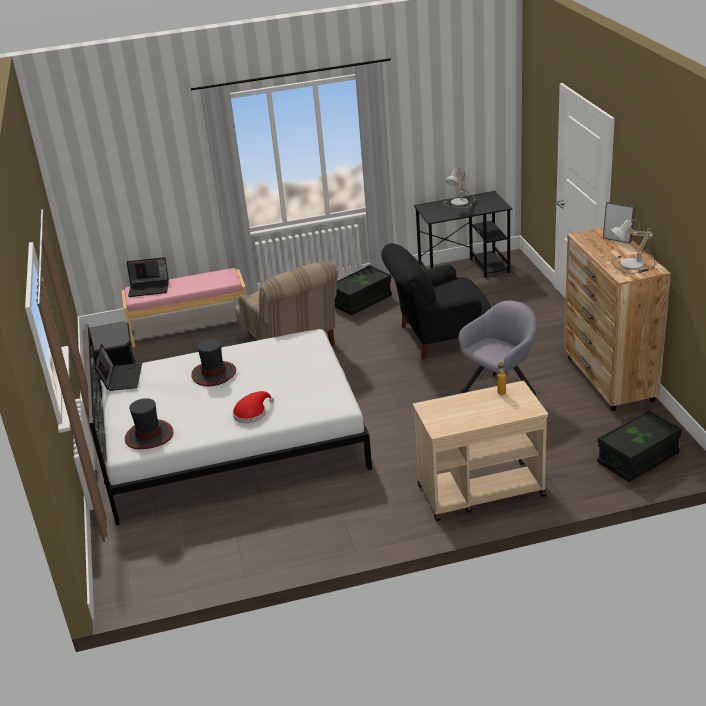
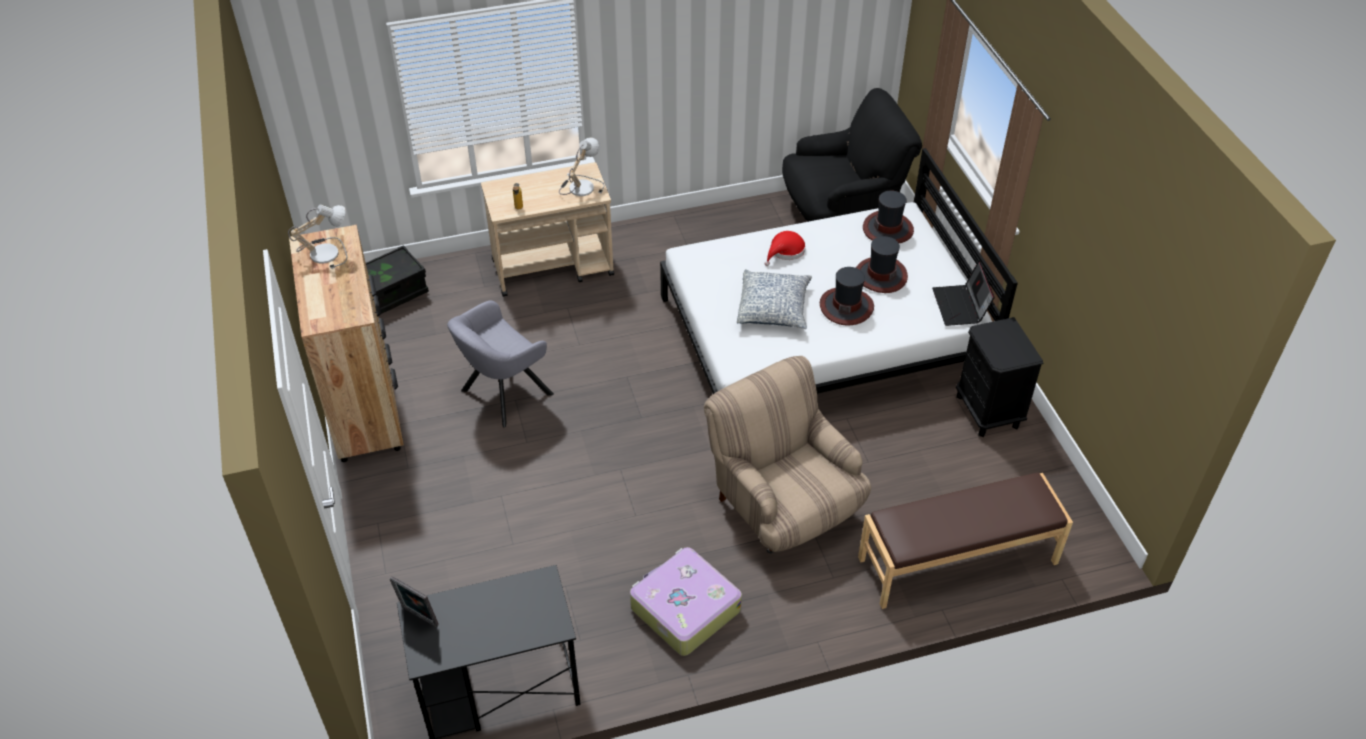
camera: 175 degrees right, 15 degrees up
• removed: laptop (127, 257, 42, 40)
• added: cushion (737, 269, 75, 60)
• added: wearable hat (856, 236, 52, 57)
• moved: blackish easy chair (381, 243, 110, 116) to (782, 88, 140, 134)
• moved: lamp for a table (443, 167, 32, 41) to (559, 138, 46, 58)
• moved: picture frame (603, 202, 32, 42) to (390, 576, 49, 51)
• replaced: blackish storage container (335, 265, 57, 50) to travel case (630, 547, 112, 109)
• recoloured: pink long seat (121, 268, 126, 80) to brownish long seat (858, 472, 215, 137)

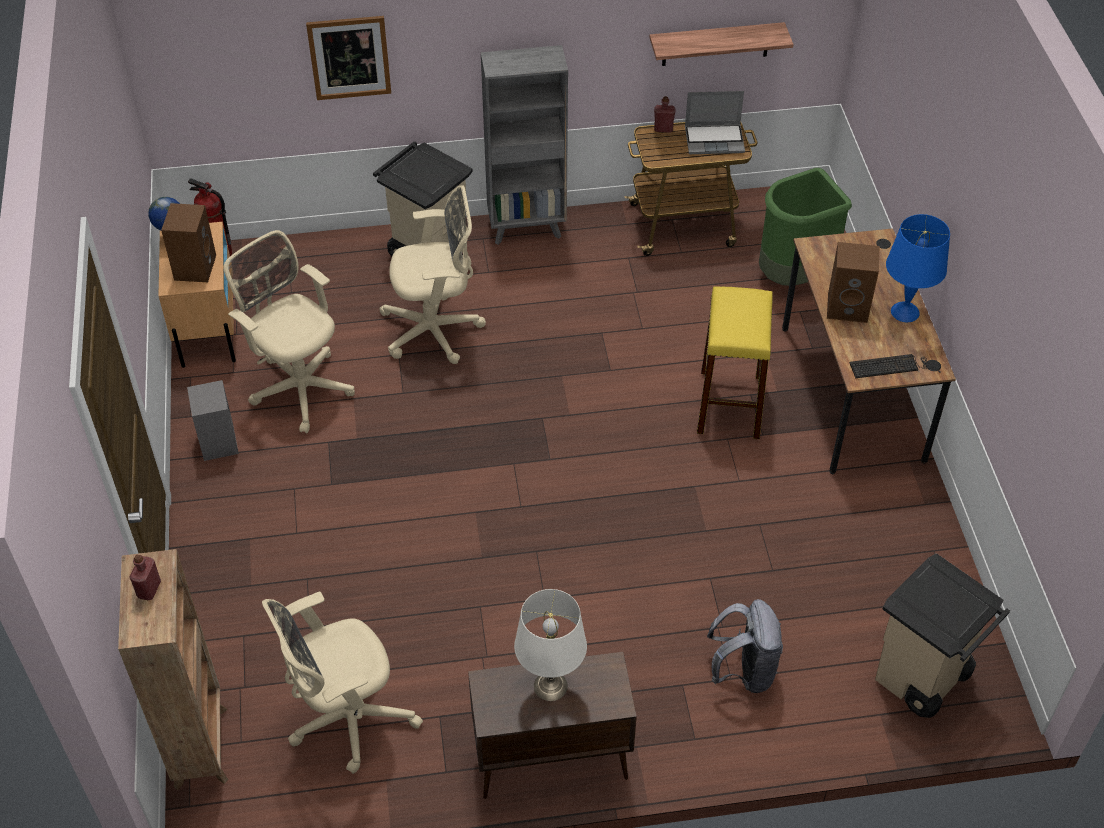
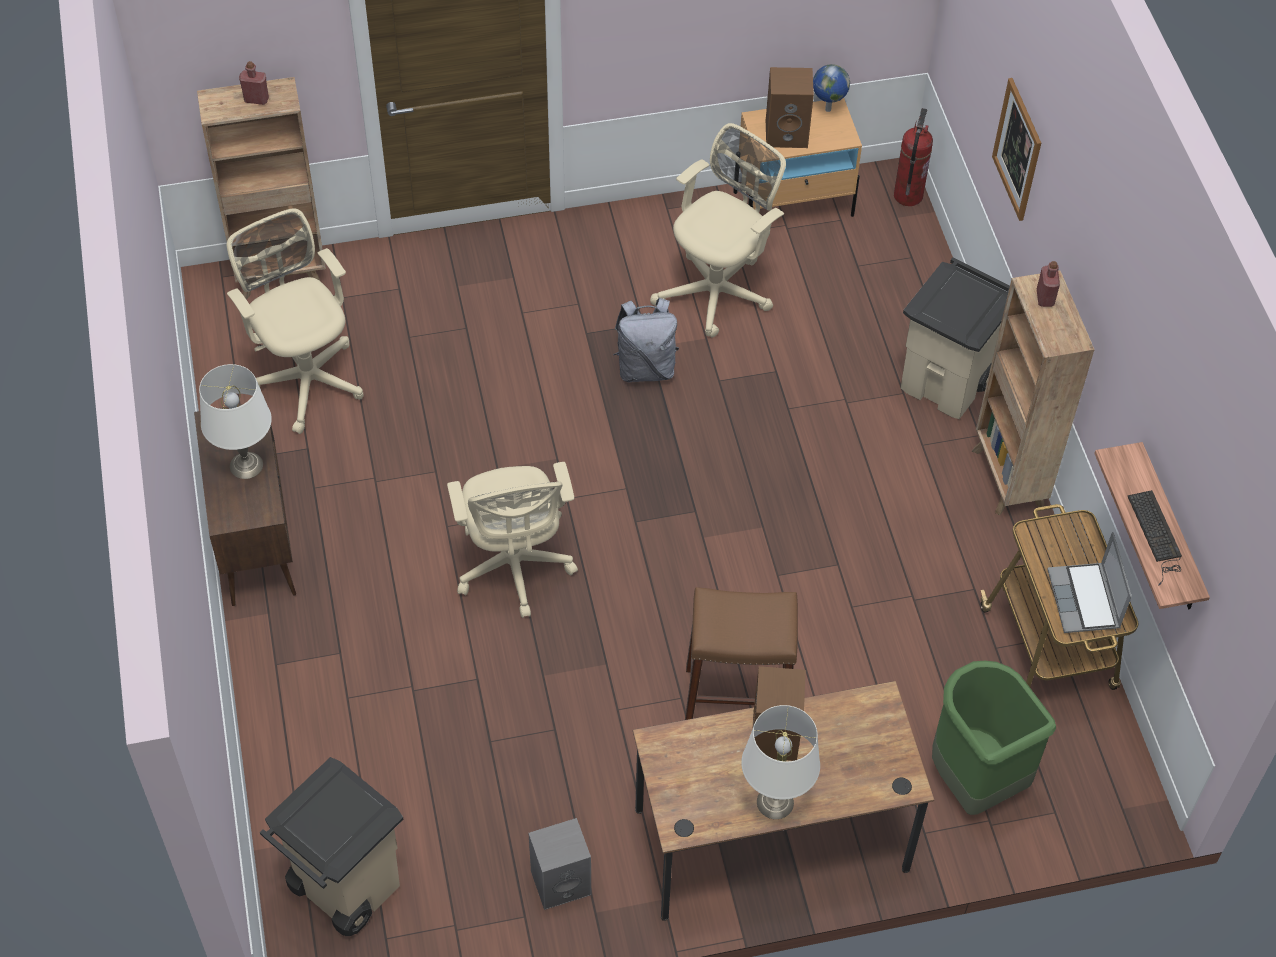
camera: 85 degrees right, 5 degrees up
• moved: grey speaker (187, 380, 52, 81) to (528, 818, 63, 92)
• moved: beige-coloured office chair (379, 185, 107, 179) to (447, 462, 131, 156)
• moved: reddish beverage bottle (654, 96, 22, 37) to (1037, 261, 23, 46)
• moved: grey backpack (707, 599, 76, 94) to (613, 298, 66, 84)
• moved: PC keyboard (850, 354, 91, 24) to (1128, 490, 54, 95)
• recoloured: grey bookshelf (481, 45, 87, 200) to brownish bookshelf (972, 270, 123, 245)
• recoloured: yellow-coloured stool (697, 286, 76, 153) to brownish stool (685, 587, 113, 133)
• recoloured: blue lamp for a table (886, 214, 64, 108) to whitish lamp for a table (741, 705, 79, 114)

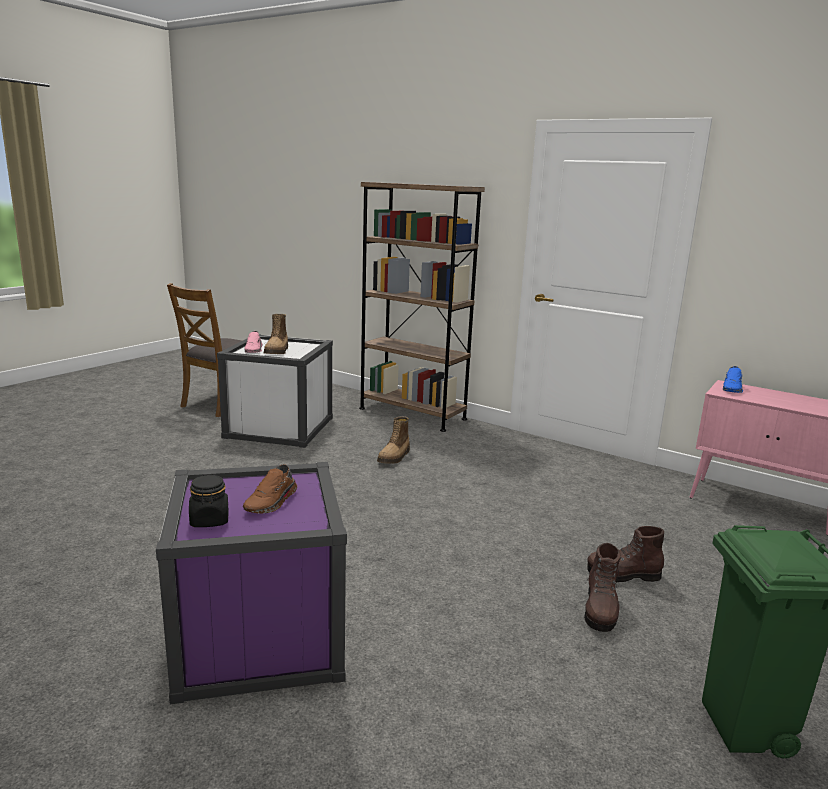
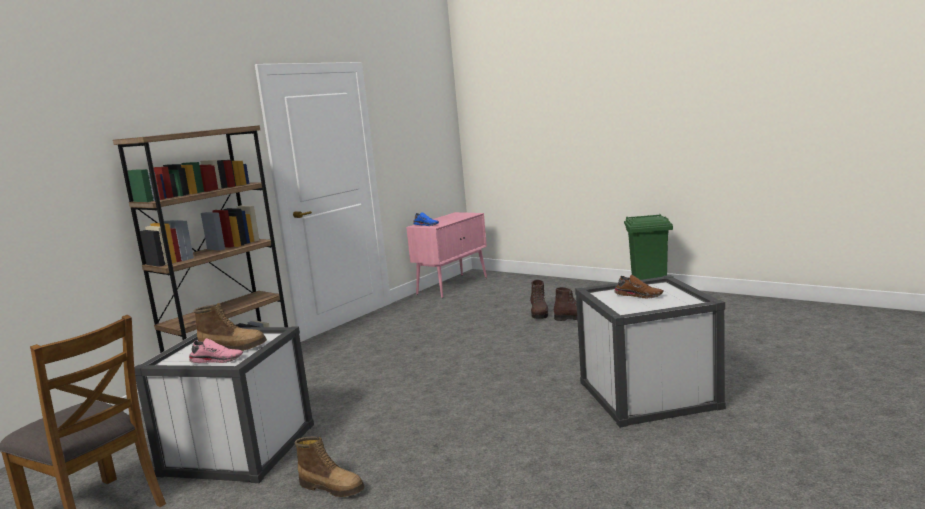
camera: 85 degrees left, 5 degrees down
• removed: blackish jar (189, 474, 39, 53)
• moved: high-top boot (377, 416, 33, 48) to (295, 436, 70, 61)
• recoloured: purple storage container (156, 462, 191, 242) to whitish storage container (575, 275, 151, 153)

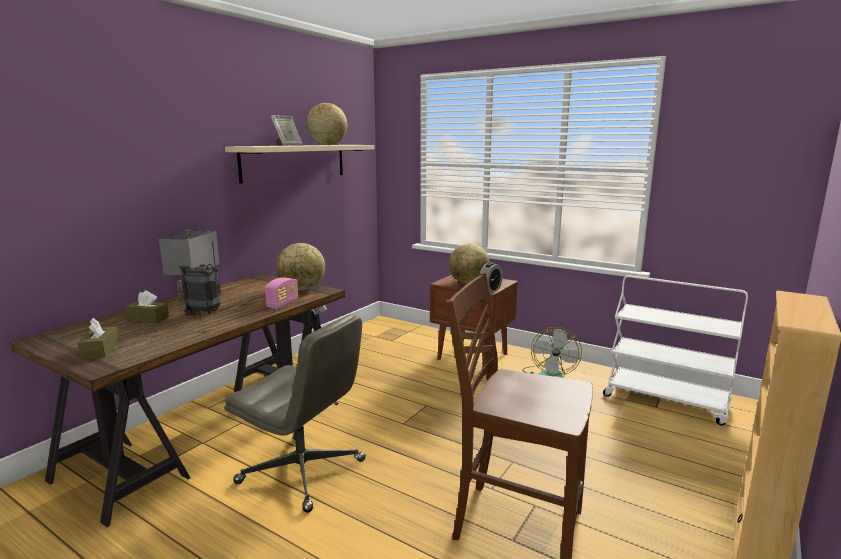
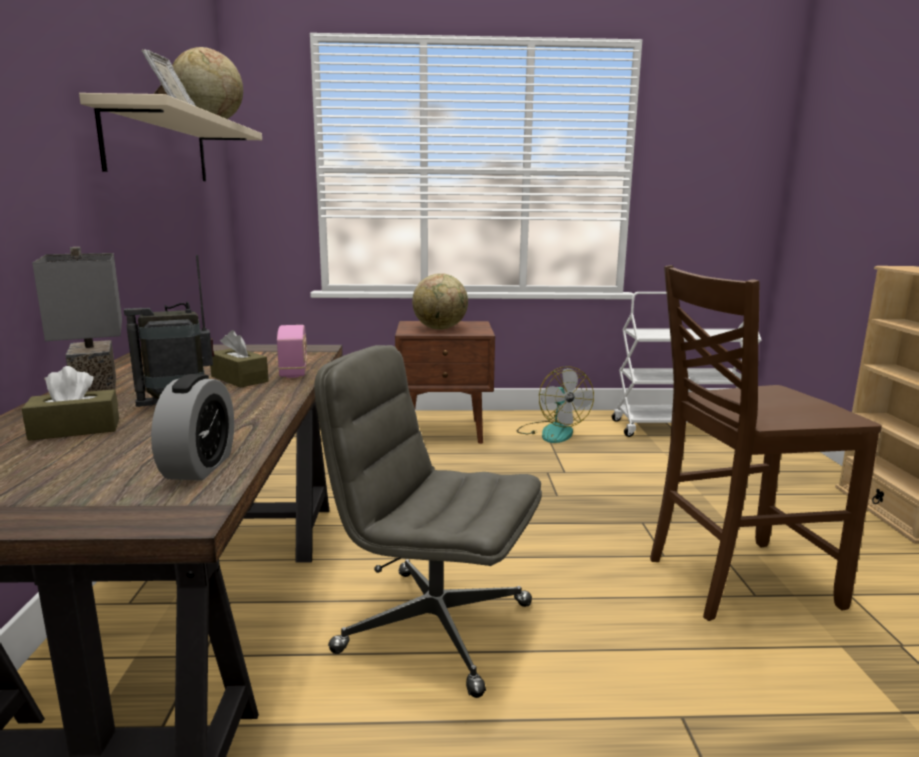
camera: 35 degrees left, 0 degrees up
• removed: desk globe (276, 243, 49, 48)
• moved: brownish tissue holder (78, 318, 41, 42) to (210, 330, 59, 58)
• moved: table clock (479, 262, 24, 31) to (151, 374, 83, 107)
• turned: grey office chair (224, 314, 142, 199) = (314, 345, 228, 353) 150 degrees counterclockwise

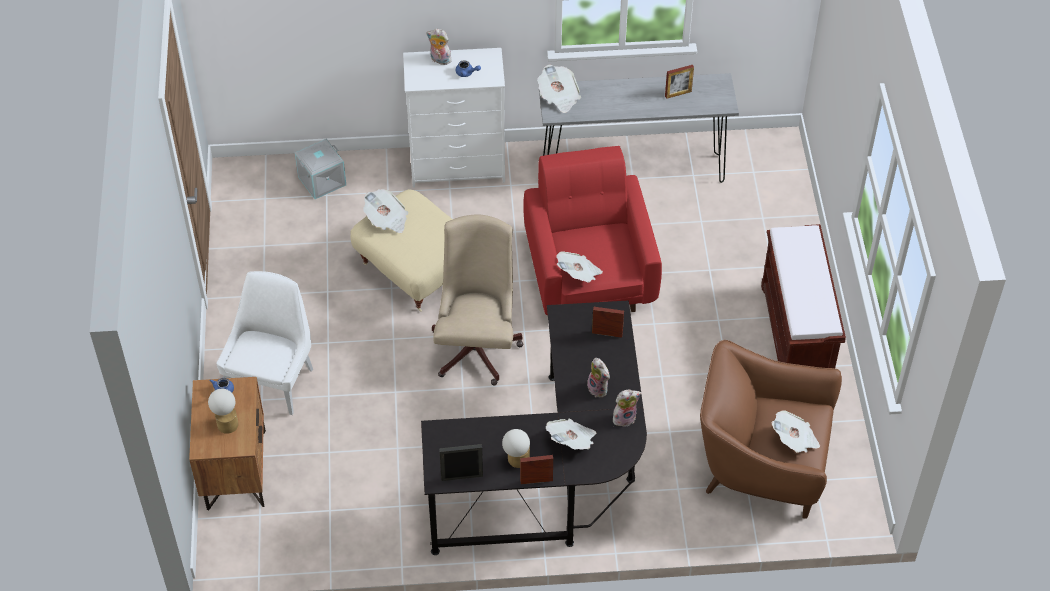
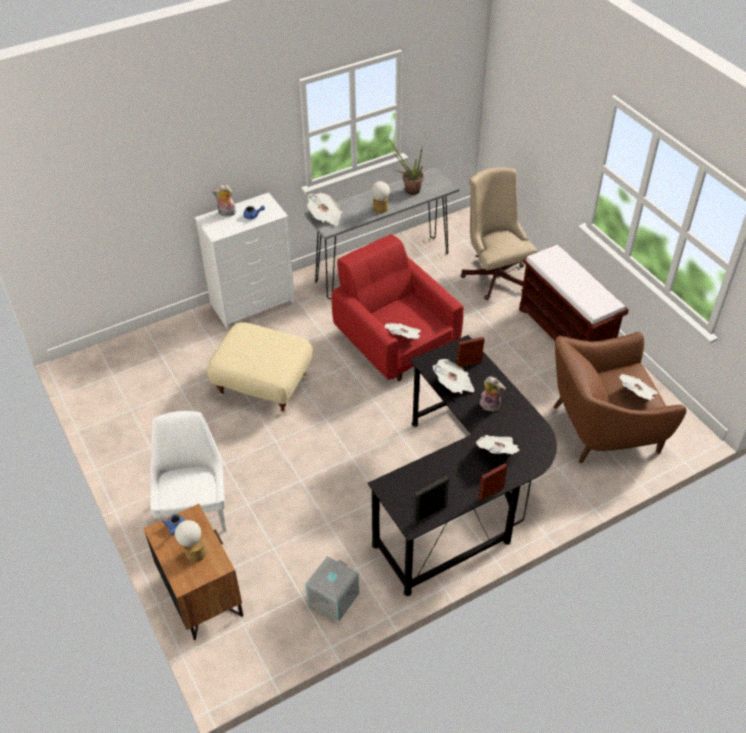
camera: 25 degrees left, 5 degrees down
• removed: plush toy (613, 390, 28, 37)
• moved: grey storage container (295, 139, 51, 60) to (305, 556, 54, 66)
• moved: printed paper (363, 189, 45, 44) to (433, 359, 42, 35)
• moved: beige-coloured office chair (432, 215, 91, 170) to (461, 167, 77, 133)
• moved: lamp for a table (502, 429, 28, 39) to (371, 181, 19, 32)
• replaced: picture frame (665, 65, 29, 34) to potted plant (389, 139, 35, 56)

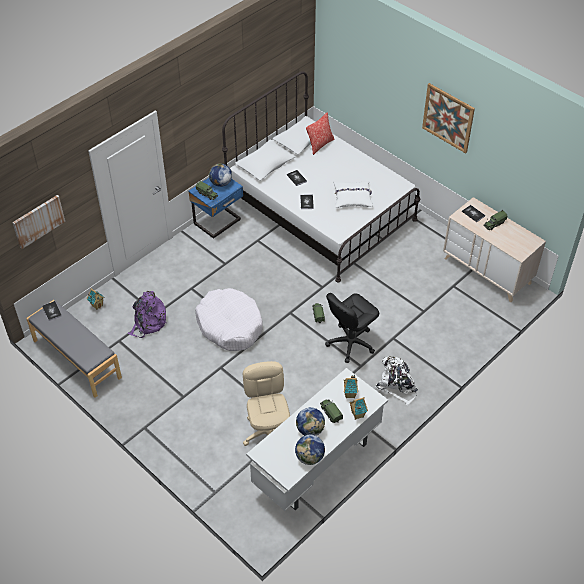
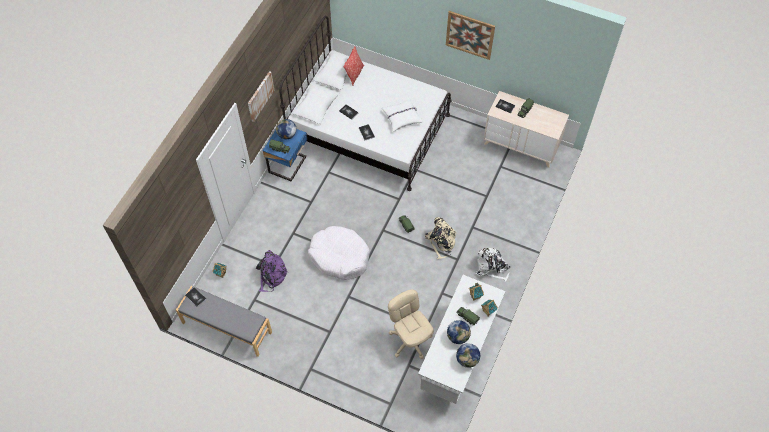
camera: 20 degrees left, 10 degrees up
• moved: wall picture (12, 195, 53, 54) to (248, 71, 27, 51)
• replaced: blackish office chair (325, 293, 54, 70) to beige-coloured backpack (425, 217, 31, 42)

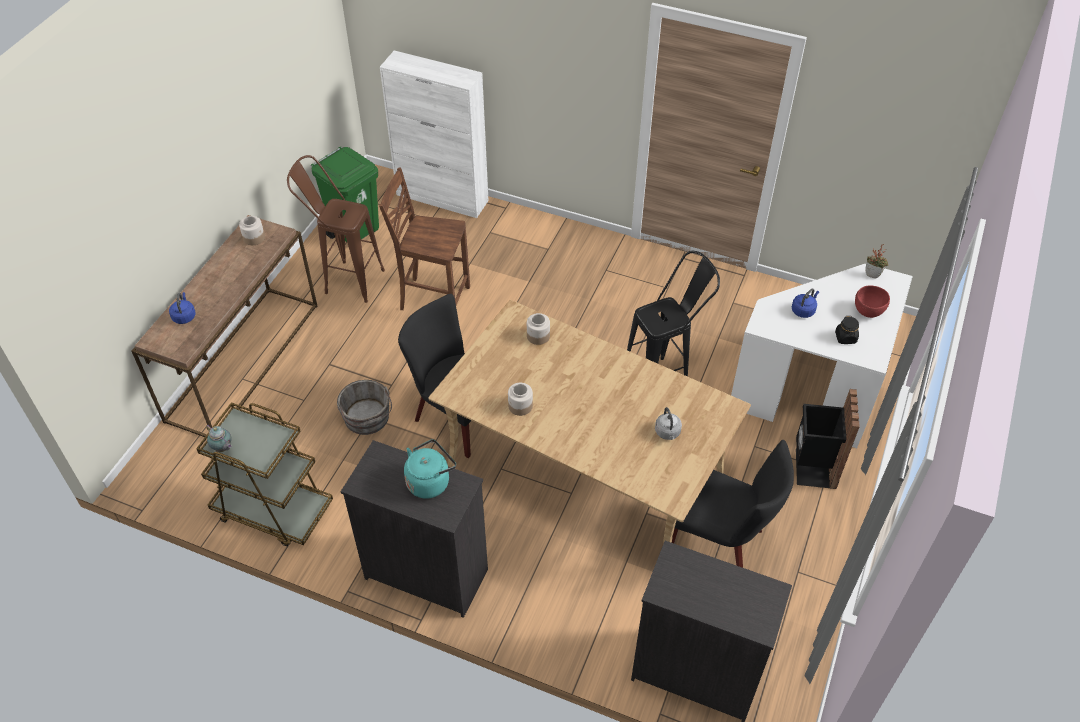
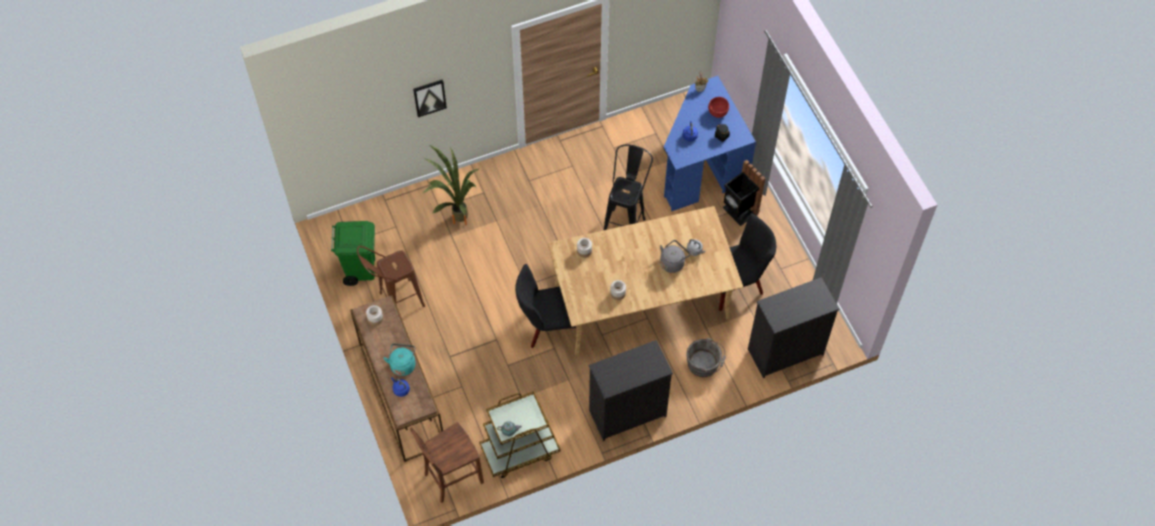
camera: 45 degrees left, 10 degrees up
• removed: whitish storage cabinet (380, 51, 109, 167)
• added: wall picture (413, 80, 34, 37)
• added: potted plant (423, 145, 56, 80)
• added: grey kettle (660, 240, 30, 33)
• moved: grey pail (337, 380, 55, 55) to (686, 338, 40, 39)
• moved: brownish chair (379, 167, 91, 143) to (410, 422, 74, 81)
• moved: blue-green kettle (404, 439, 52, 60) to (383, 344, 33, 32)
• recoloured: whitish desk unit (731, 264, 182, 184) to blue desk unit (664, 76, 92, 135)

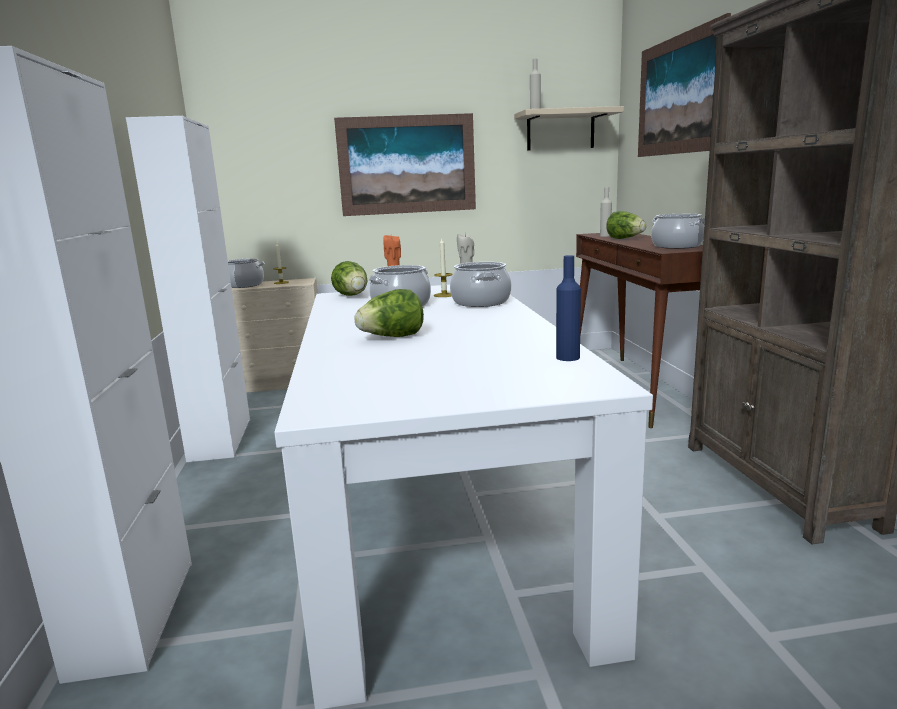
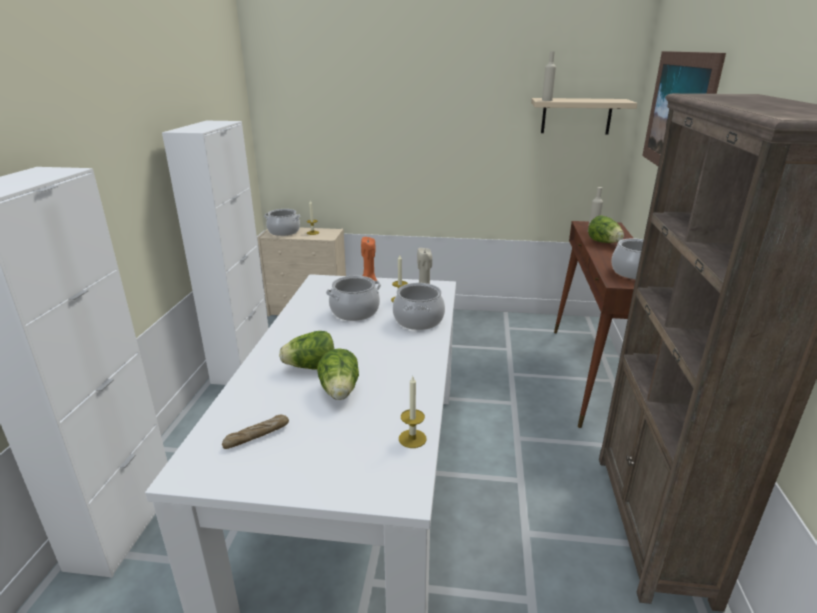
camera: 15 degrees right, 10 degrees up
• removed: wall picture (334, 113, 142, 103)
• added: baked bread (222, 415, 67, 34)
• moved: lettuce head (331, 261, 37, 35) to (317, 348, 42, 52)
• replaced: blue beverage bottle (556, 255, 25, 106) to wax candle (399, 376, 27, 72)

